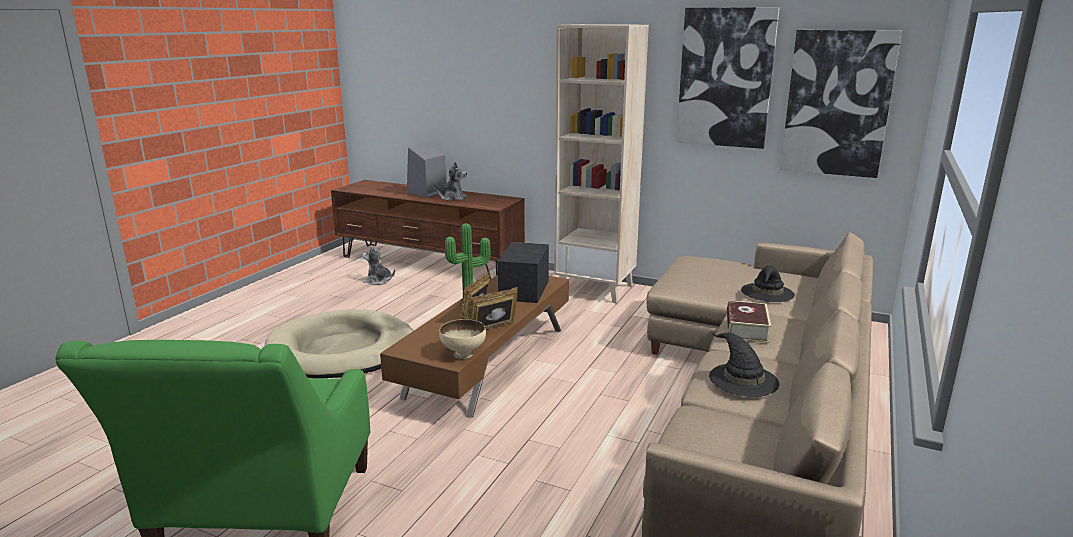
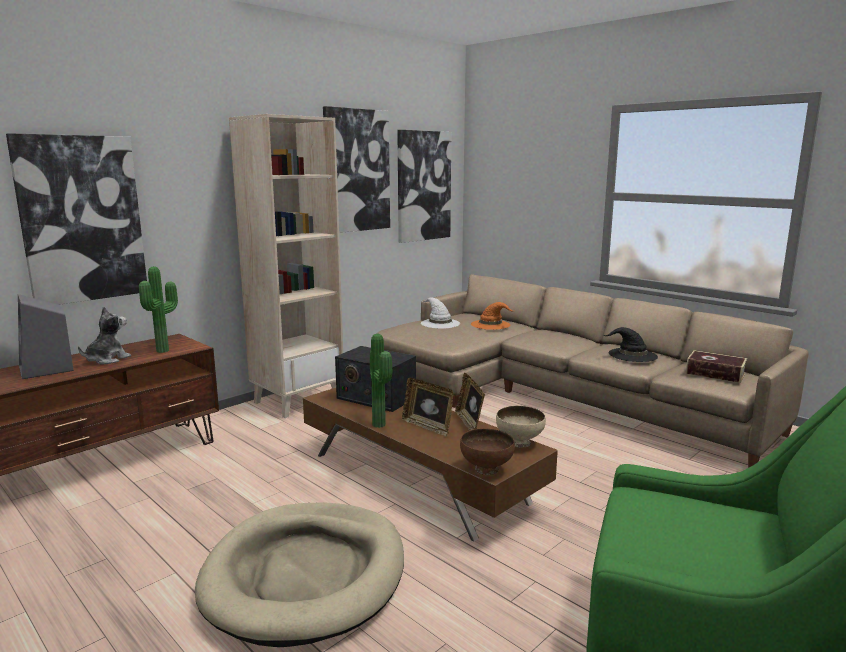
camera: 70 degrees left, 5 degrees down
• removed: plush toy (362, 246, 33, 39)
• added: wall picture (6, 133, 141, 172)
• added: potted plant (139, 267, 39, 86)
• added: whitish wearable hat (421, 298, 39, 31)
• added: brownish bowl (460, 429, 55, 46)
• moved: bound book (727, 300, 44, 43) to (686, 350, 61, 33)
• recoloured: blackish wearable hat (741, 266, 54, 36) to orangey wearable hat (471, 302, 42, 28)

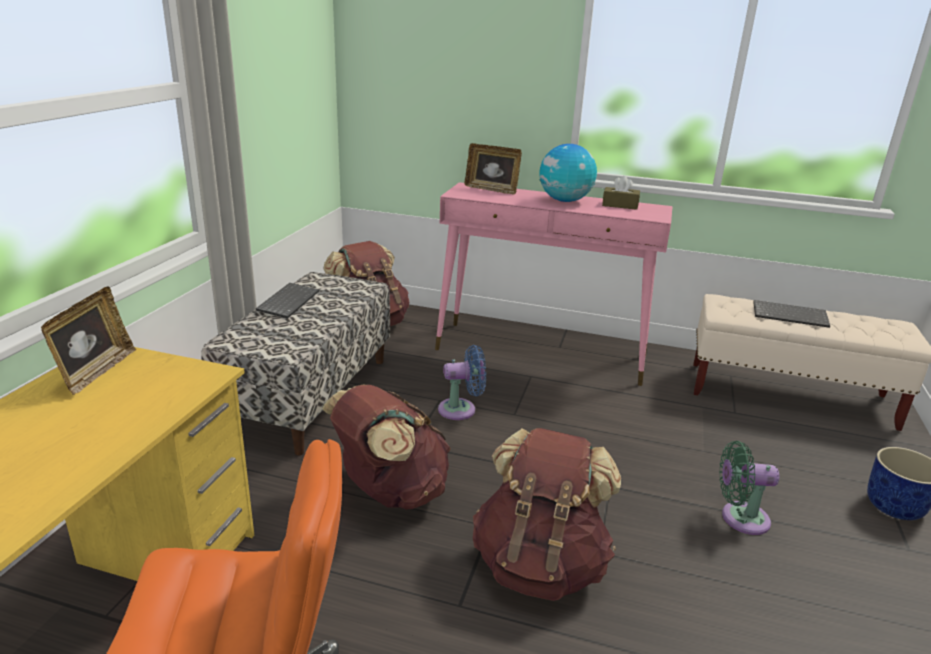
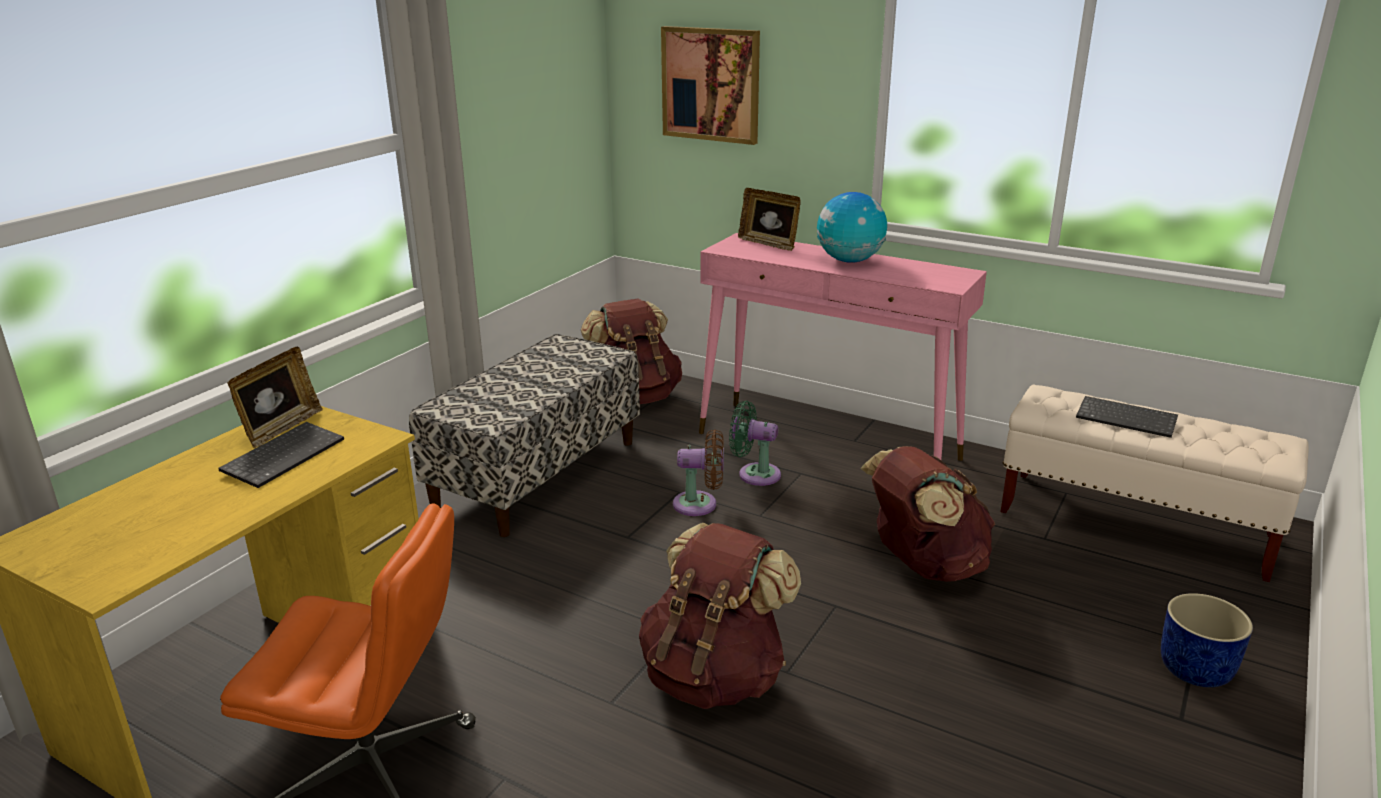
camera: 15 degrees right, 0 degrees up
• removed: brownish tissue holder (602, 176, 38, 34)
• added: wall picture (661, 26, 99, 119)
• moved: PC keyboard (256, 283, 63, 35) to (218, 422, 126, 66)
• moved: brownish backpack (322, 385, 129, 125) to (860, 446, 135, 136)
• moved: greenish electric fan (719, 441, 60, 94) to (729, 401, 52, 85)
• recoloured: blue electric fan (438, 345, 48, 75) to brownish electric fan (673, 429, 51, 87)

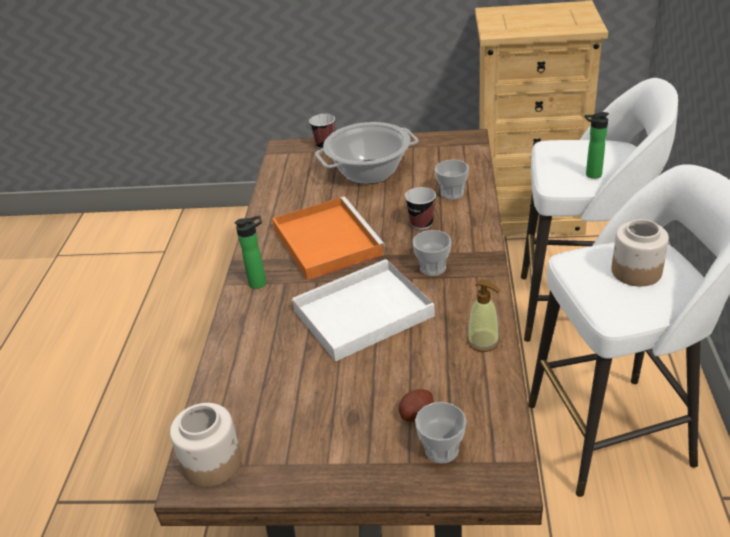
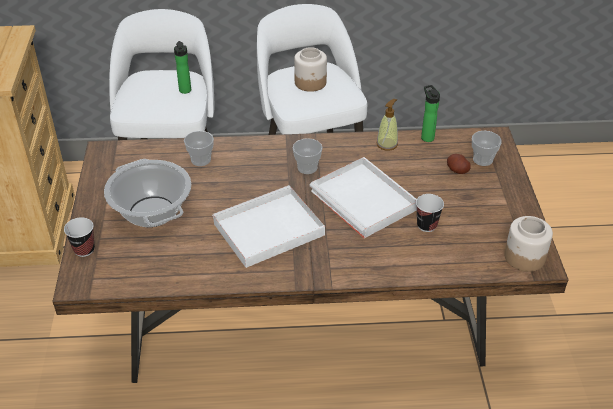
camera: 100 degrees left, 5 degrees up
• moved: beverage bottle (234, 216, 32, 73) to (421, 85, 19, 57)
• moved: cup (405, 187, 31, 43) to (416, 194, 28, 38)
• recoloured: orangey serving tray (272, 197, 113, 84) to whitish serving tray (212, 185, 113, 83)

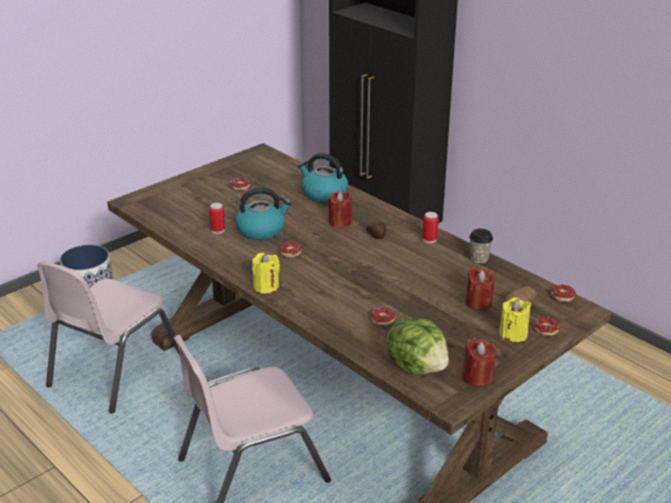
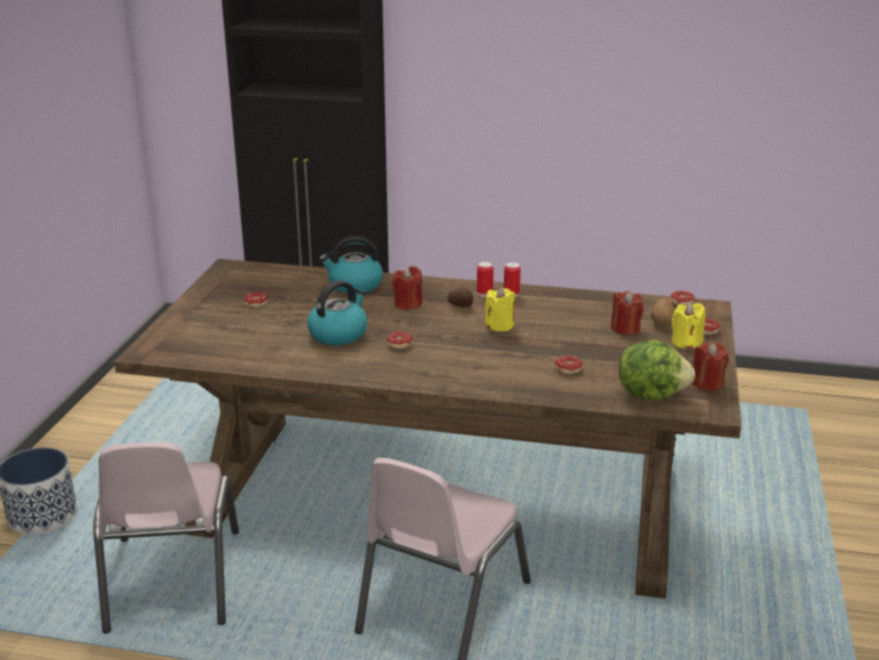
camera: 35 degrees left, 5 degrees down
• removed: cup (469, 228, 24, 35)
• moved: sealed can (209, 203, 16, 31) to (477, 262, 17, 35)
• moved: yellow-coloured wax candle (252, 253, 28, 41) to (485, 287, 30, 44)

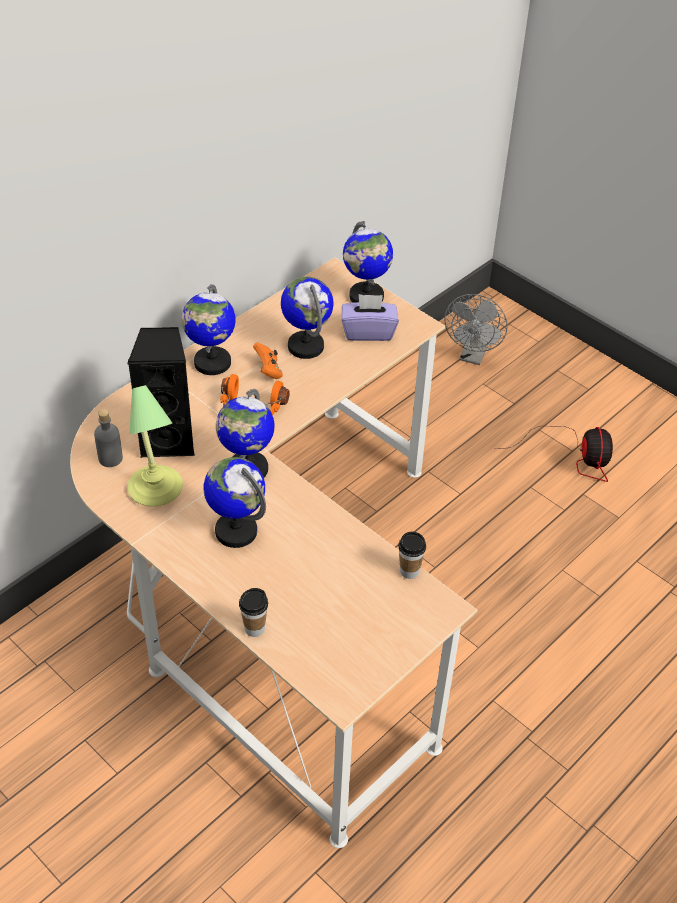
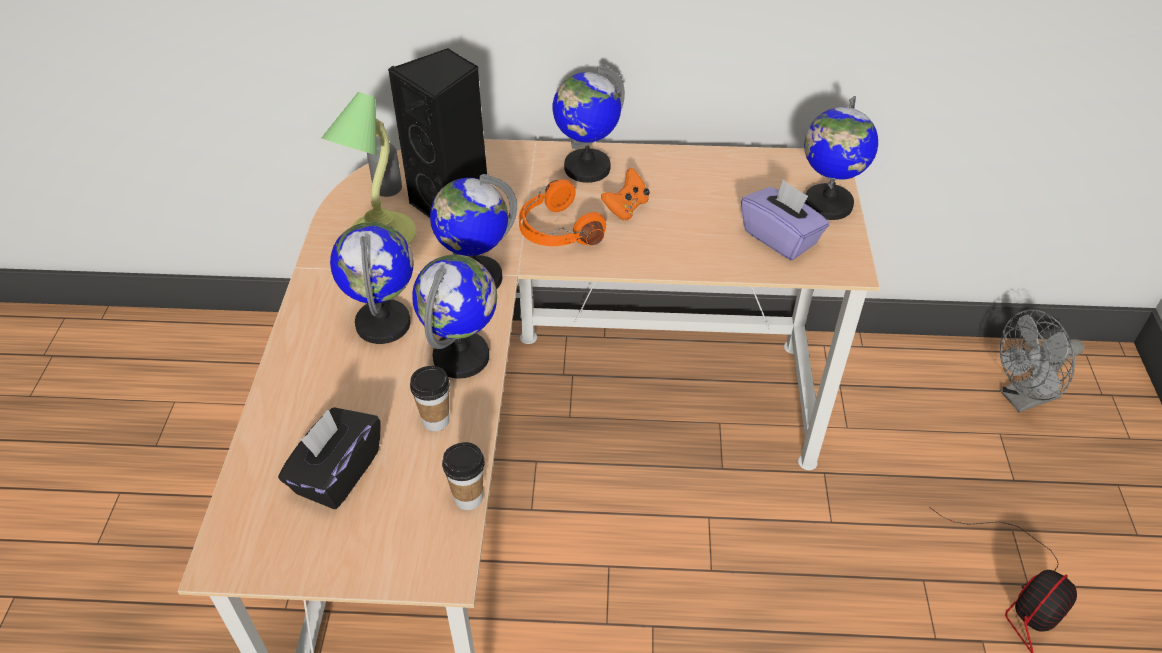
camera: 50 degrees right, 0 degrees up
• added: blackish tissue holder (278, 407, 103, 102)
• moved: cup (239, 588, 29, 49) to (410, 366, 40, 65)
• moved: desk globe (281, 277, 53, 82) to (412, 255, 85, 124)

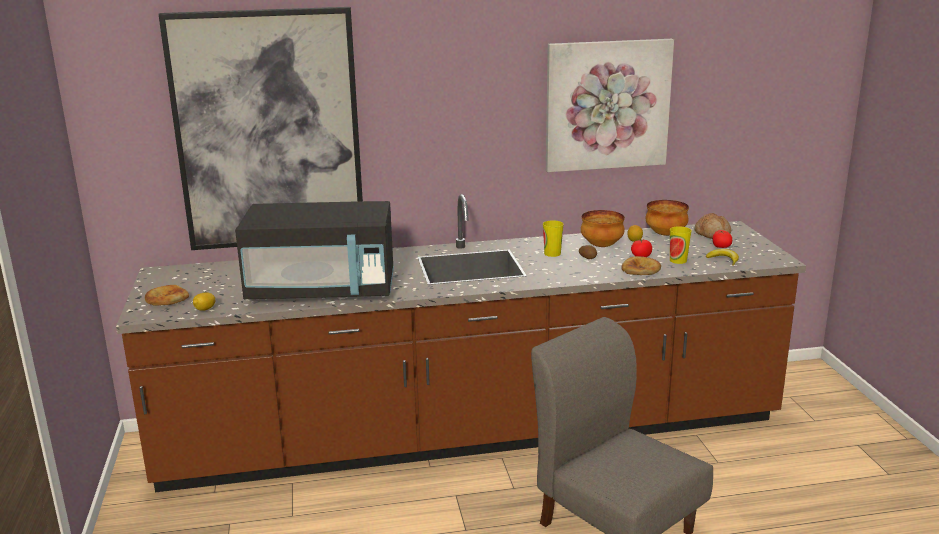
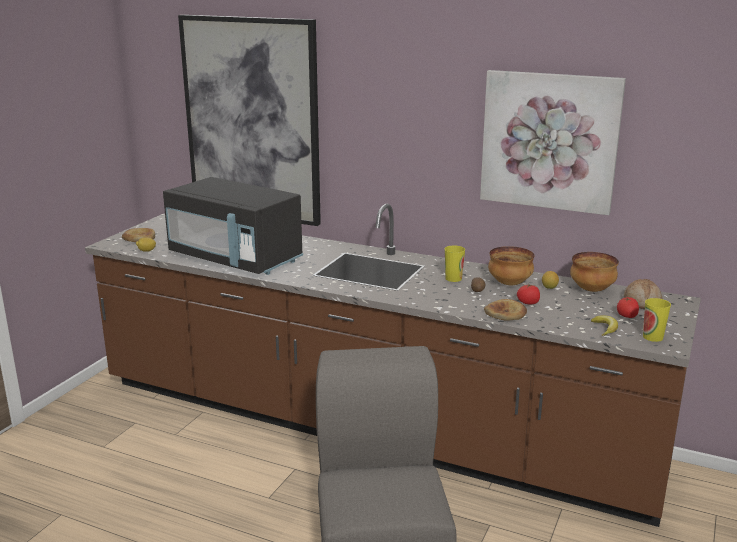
camera: 35 degrees right, 0 degrees up
• moved: cup (670, 226, 21, 38) to (643, 298, 28, 44)

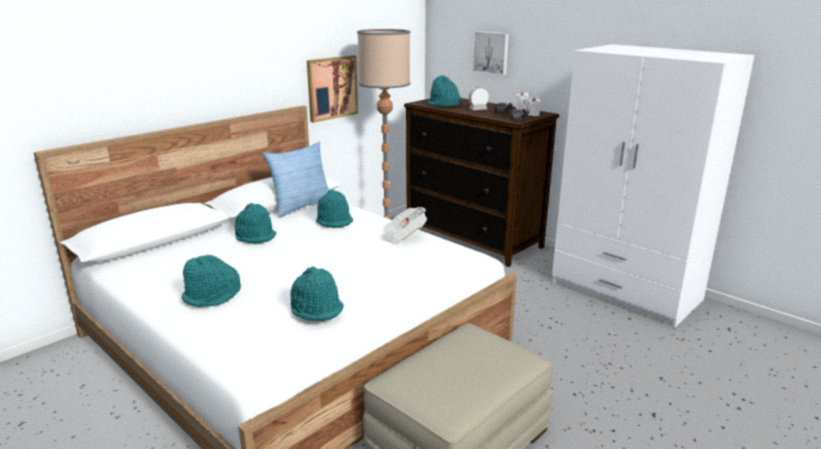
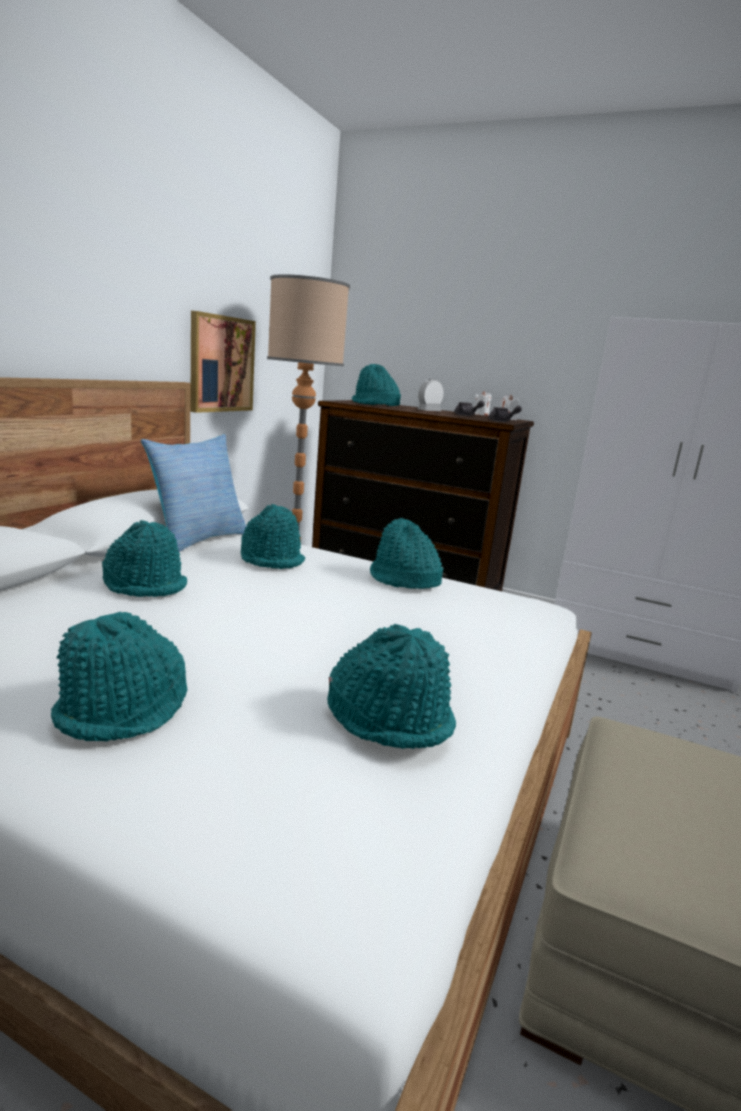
camera: 20 degrees left, 5 degrees down
• removed: wall picture (472, 31, 37, 44)
• replaced: printed paper (379, 207, 48, 37) to blue-green wearable hat (370, 518, 74, 71)

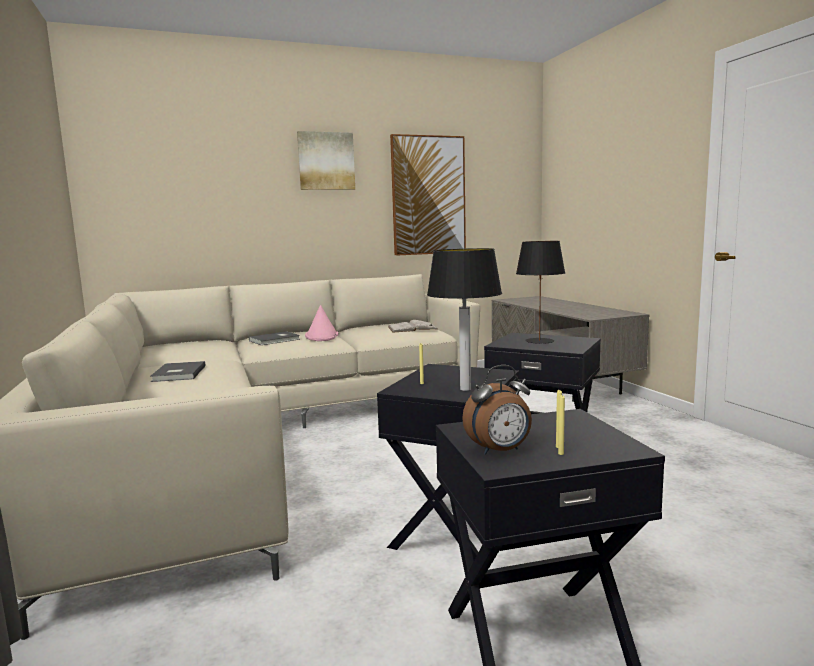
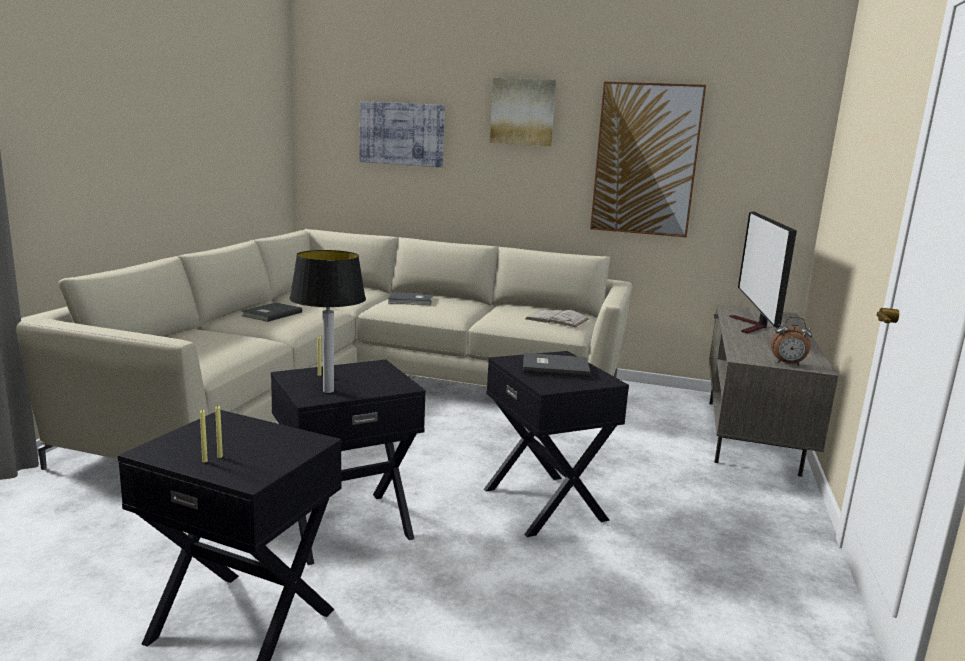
camera: 35 degrees right, 5 degrees up
• removed: pink wearable hat (305, 305, 33, 36)
• added: wall picture (359, 101, 86, 66)
• added: television (730, 211, 67, 122)
• moved: table clock (462, 365, 70, 90) to (771, 317, 41, 49)
• replaced: blackish lamp for a table (516, 241, 49, 103) to grey bound book (523, 353, 67, 26)

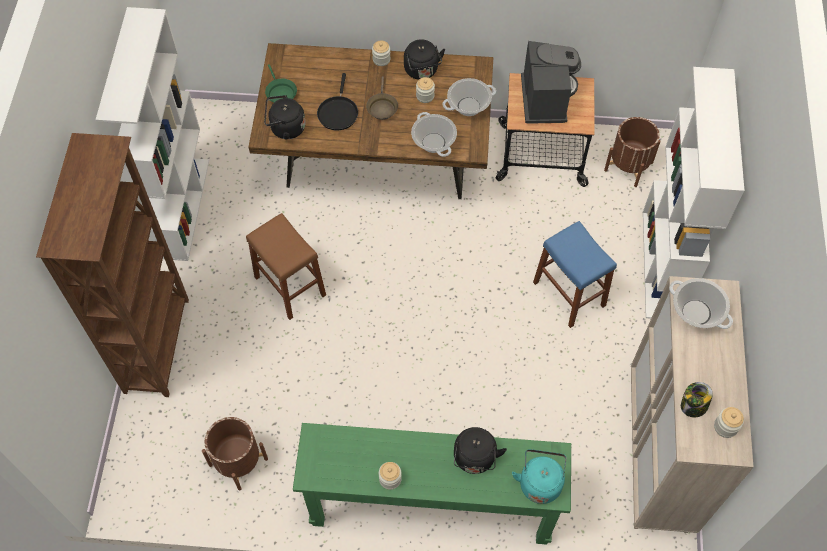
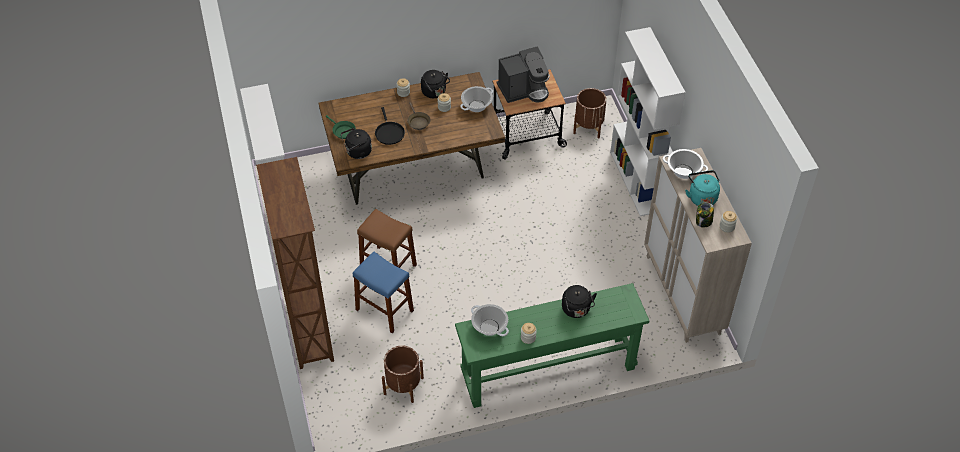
camera: 20 degrees left, 10 degrees down
• moved: stockpot (411, 112, 46, 45) to (471, 304, 38, 32)
• moved: blue-green kettle (512, 449, 55, 55) to (685, 170, 35, 36)
• moved: blue stool (533, 221, 84, 107) to (353, 252, 61, 81)
• turned: coffee brewer (521, 41, 60, 83) = (497, 46, 53, 57) 90 degrees clockwise

